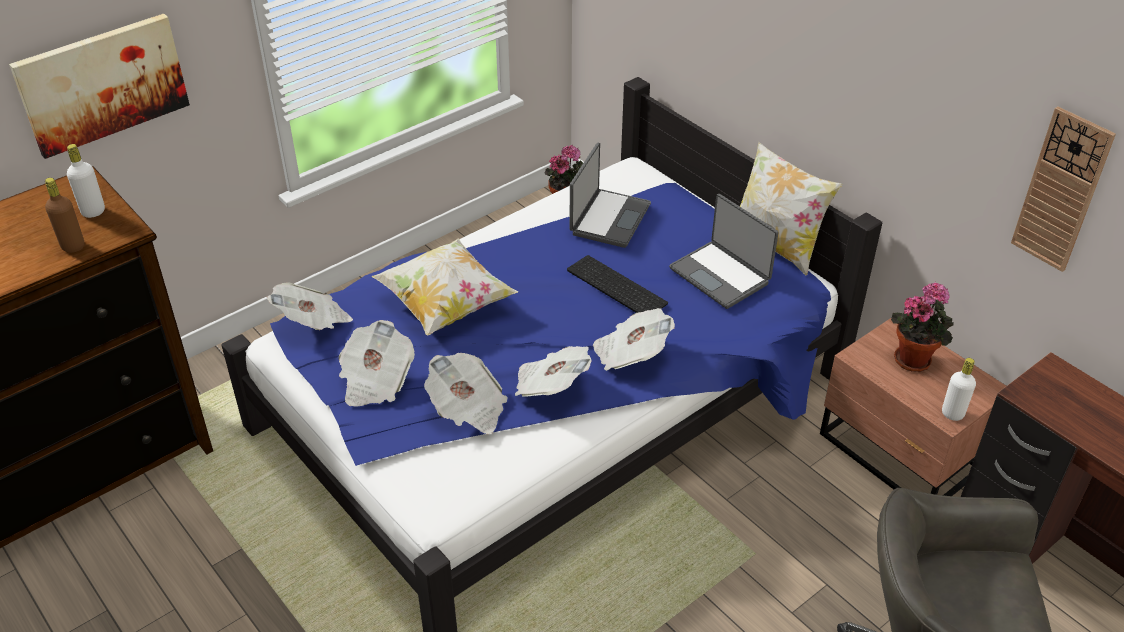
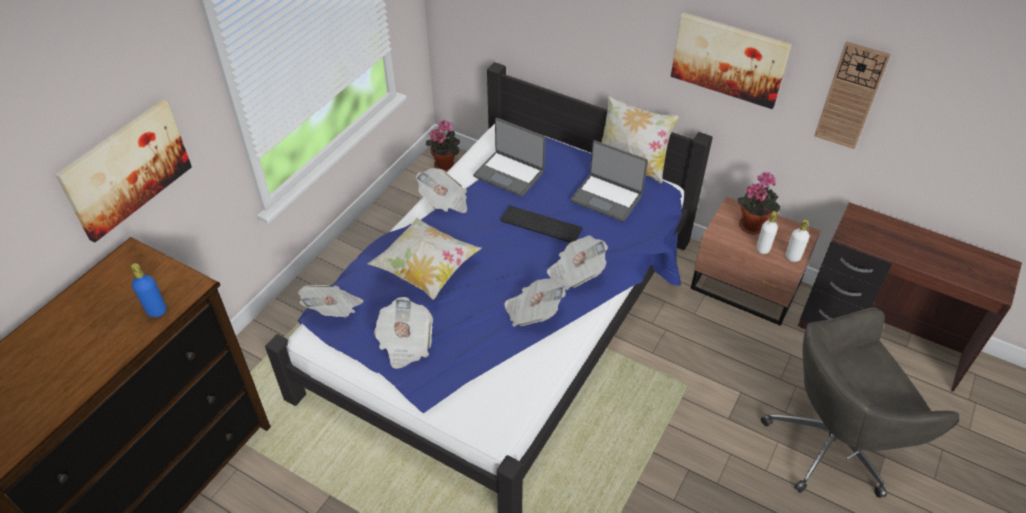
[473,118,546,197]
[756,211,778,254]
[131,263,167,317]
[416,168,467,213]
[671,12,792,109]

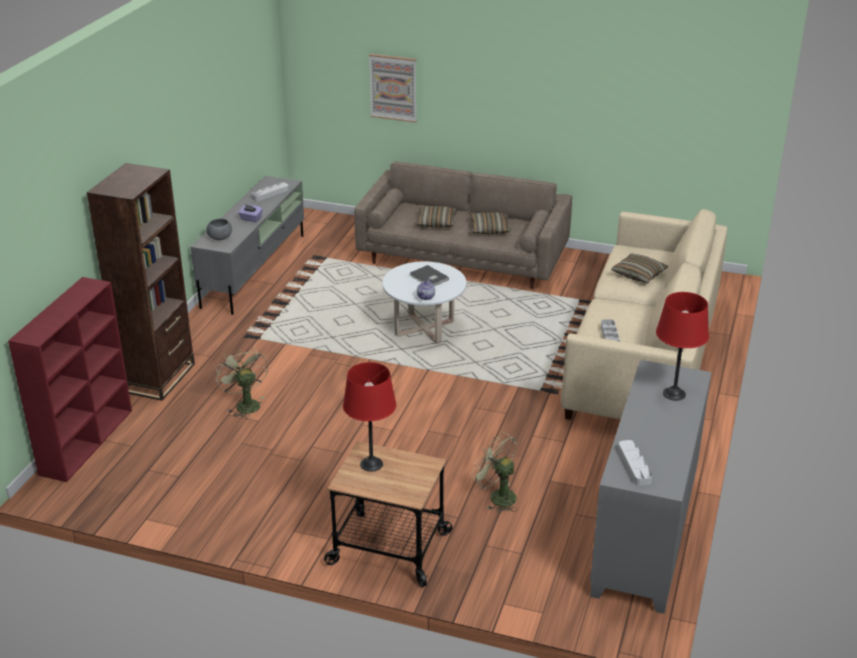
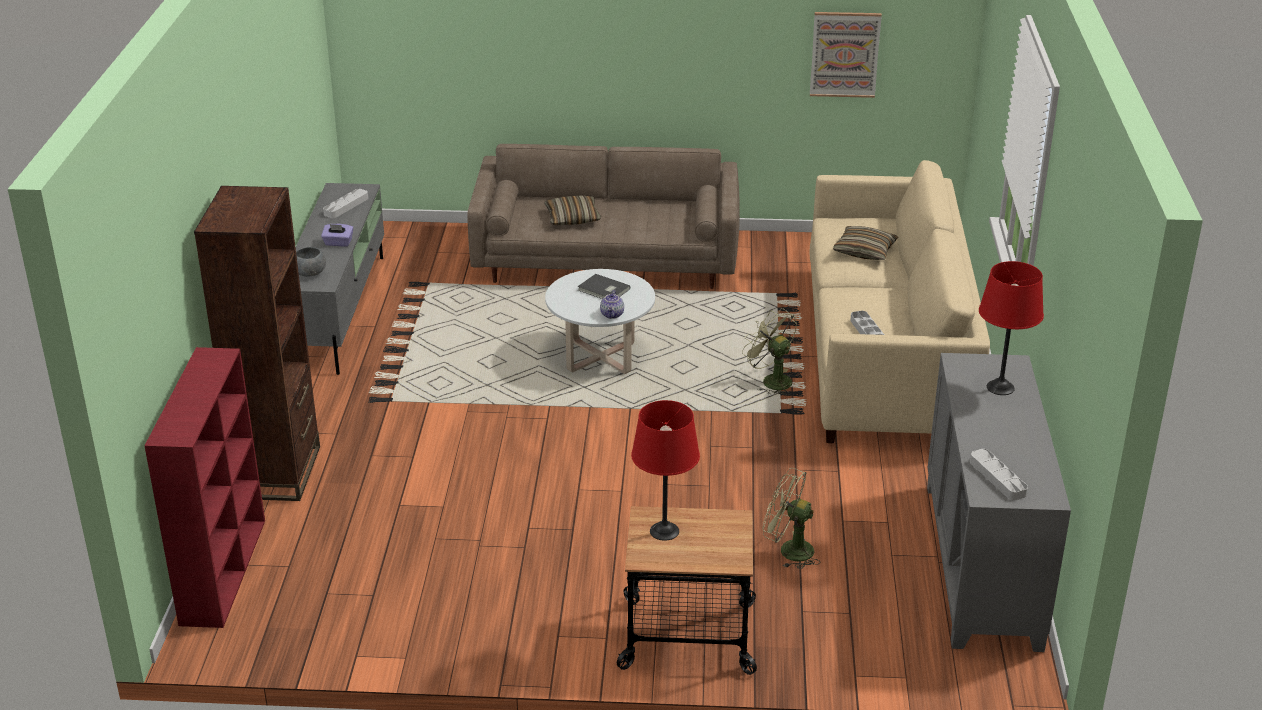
[810,12,882,98]
[469,212,511,234] (first image)
[742,308,797,395]

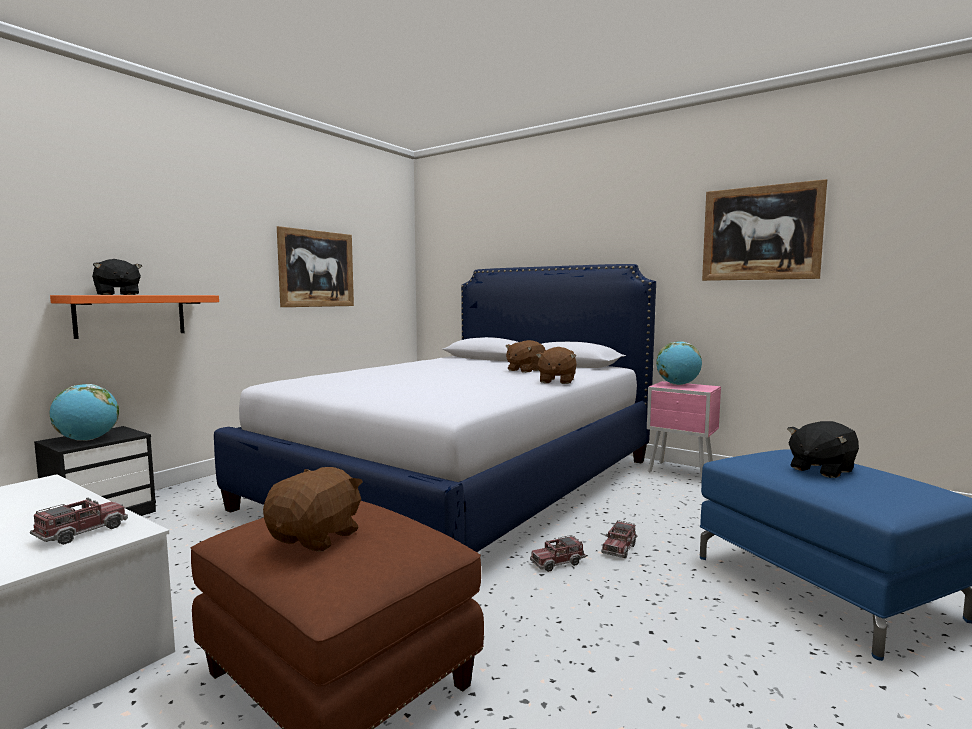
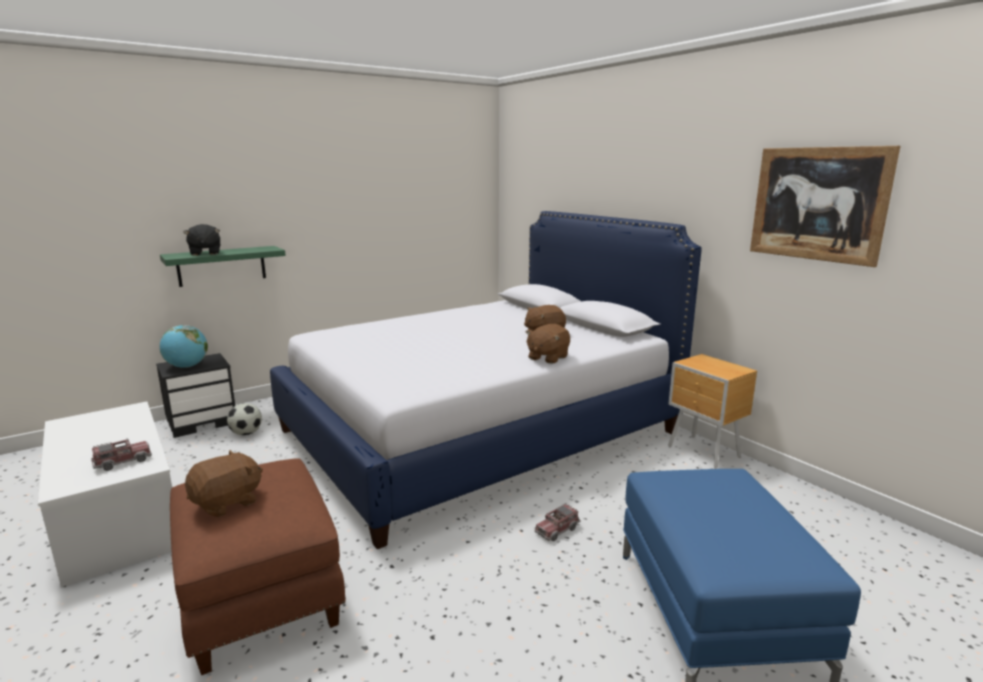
[277,226,354,307] (first image)
[160,246,286,287]
[656,341,702,385] (first image)
[668,354,757,469]
[787,421,859,478] (first image)
[530,535,586,572] (first image)
[227,403,262,435]

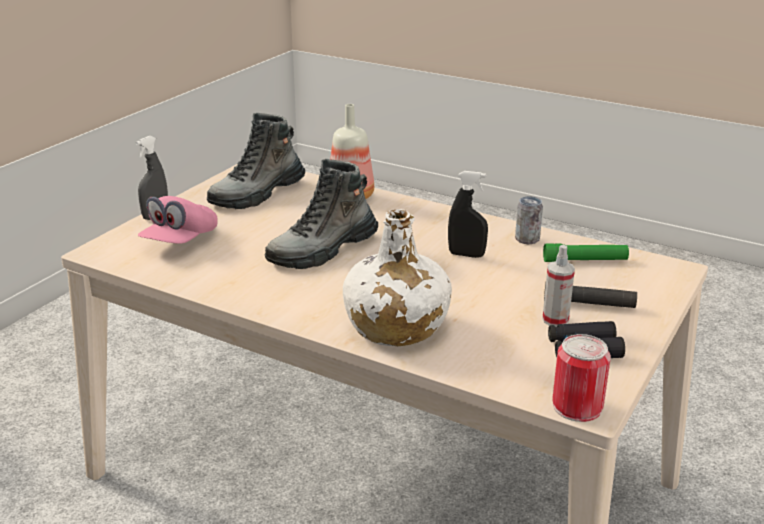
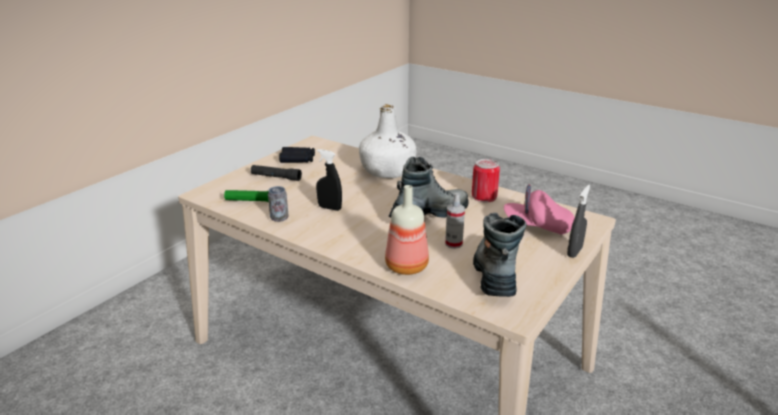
[473,212,527,297]
[504,185,575,235]
[445,193,465,249]
[472,159,500,202]

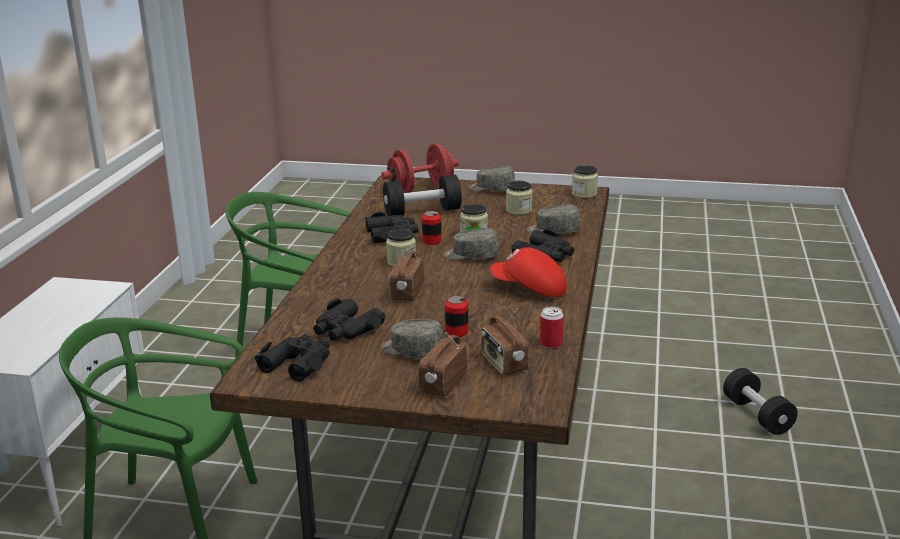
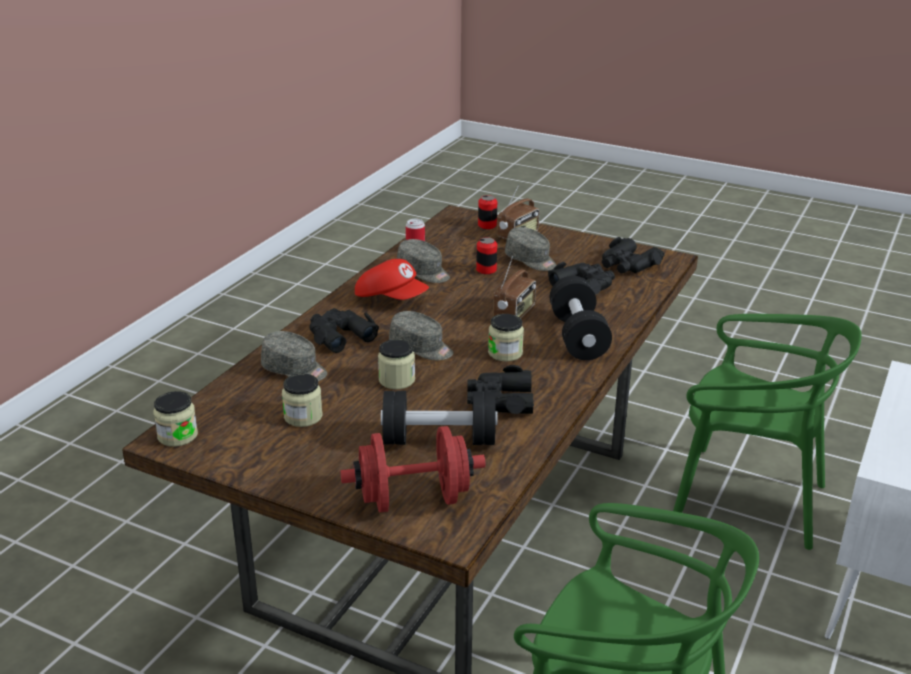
[397,239,450,283]
[478,195,497,229]
[481,309,529,375] (first image)
[550,276,612,360]

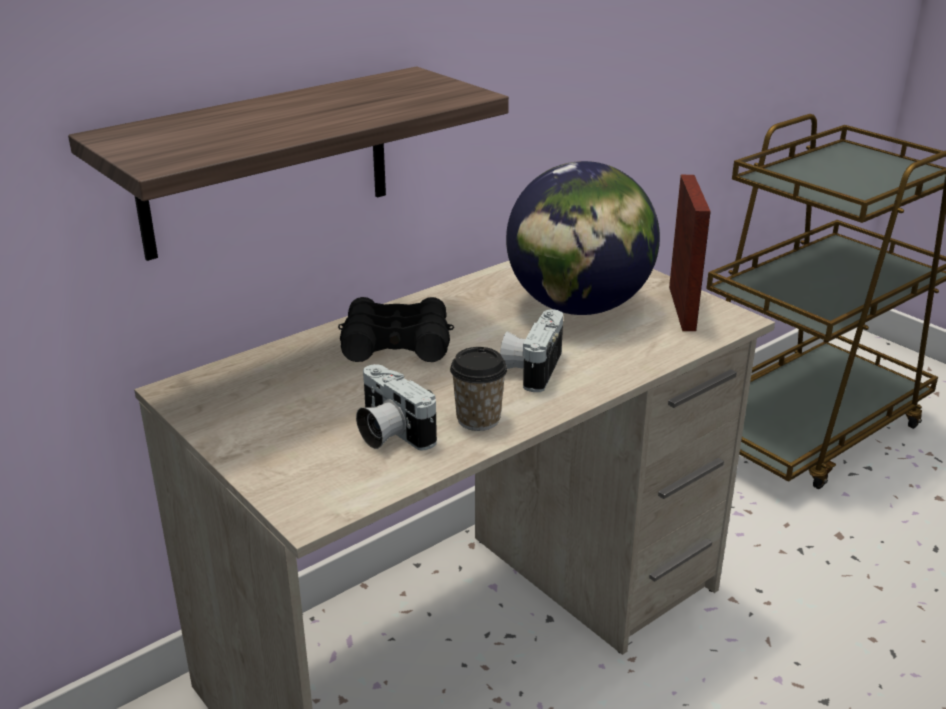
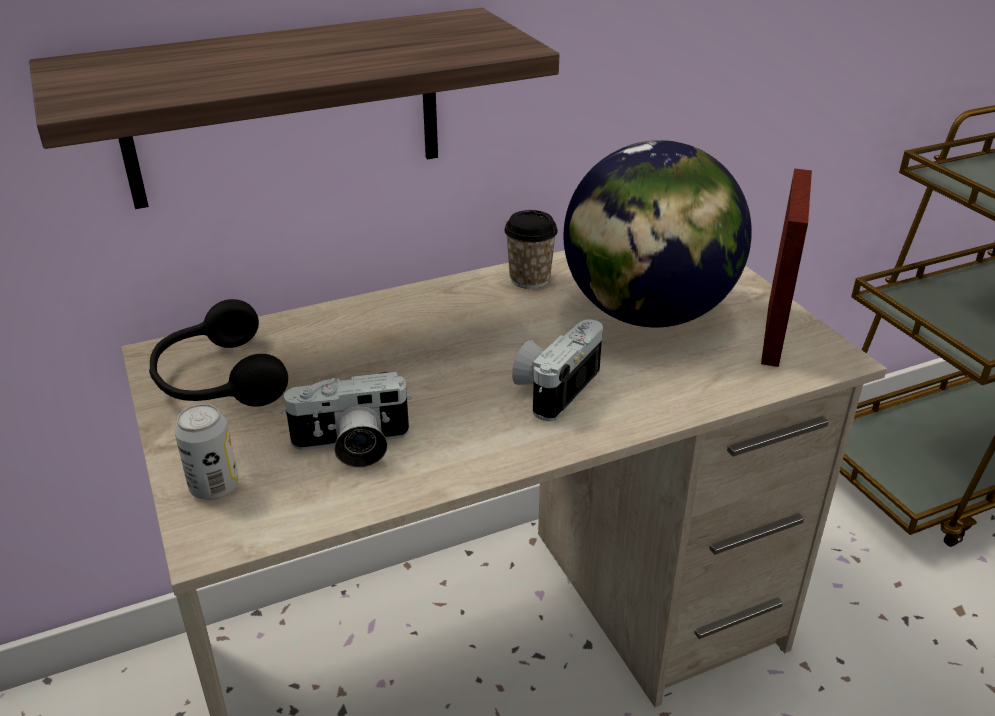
[338,297,454,362] (first image)
[504,210,558,289]
[281,372,412,468]
[149,299,288,407]
[174,404,238,500]

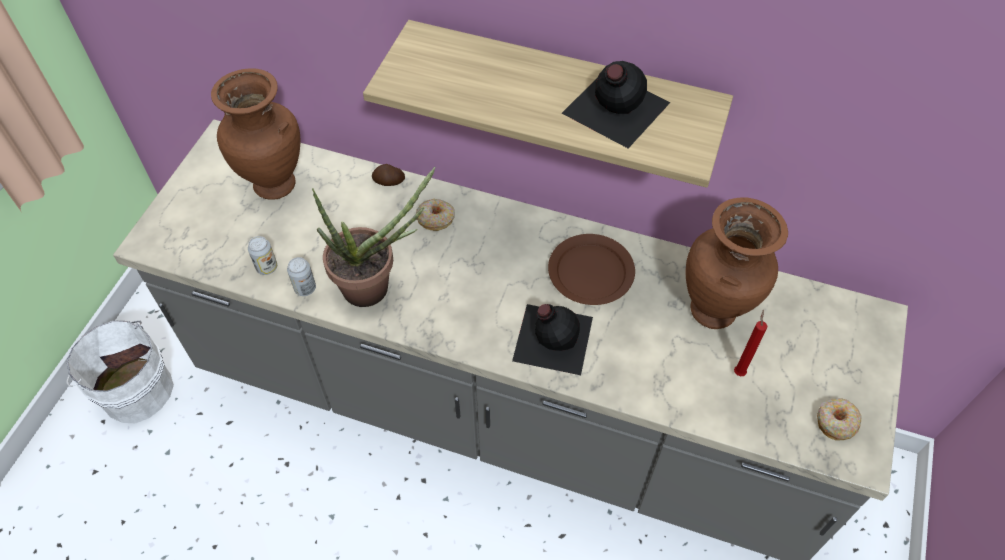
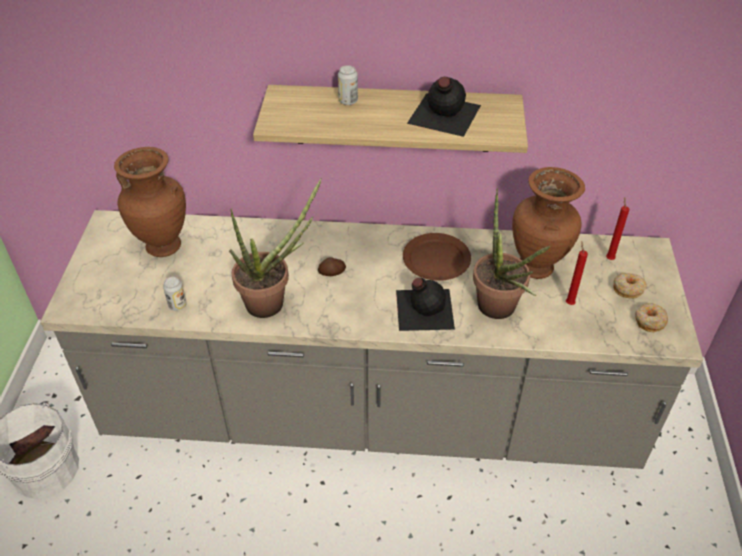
[318,257,346,276]
[613,273,647,299]
[338,65,358,105]
[473,188,551,319]
[606,197,629,260]

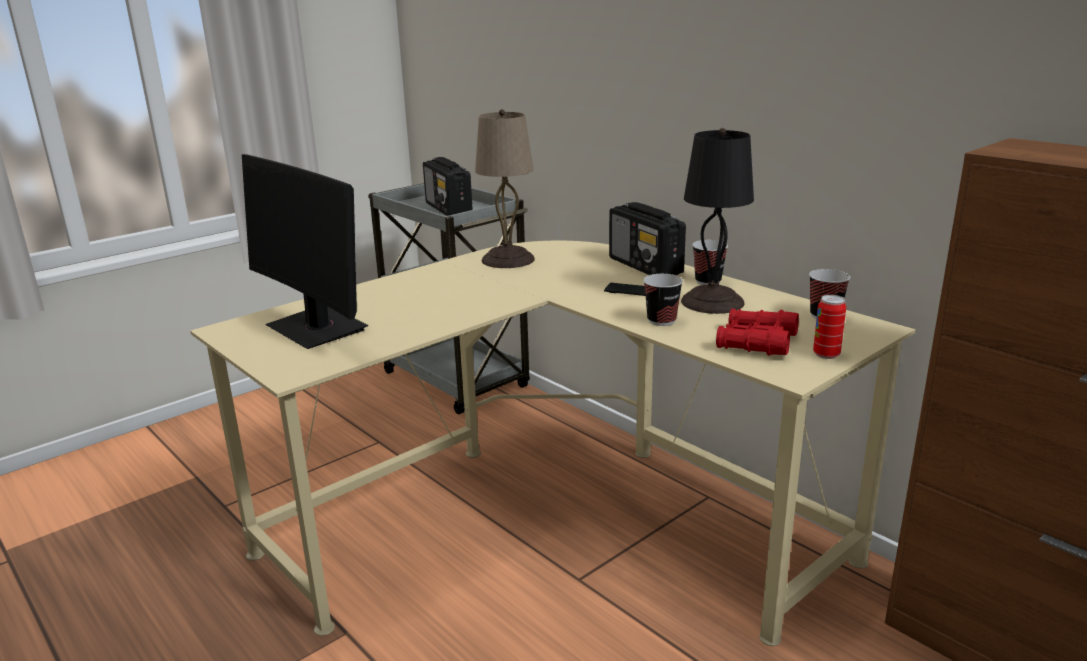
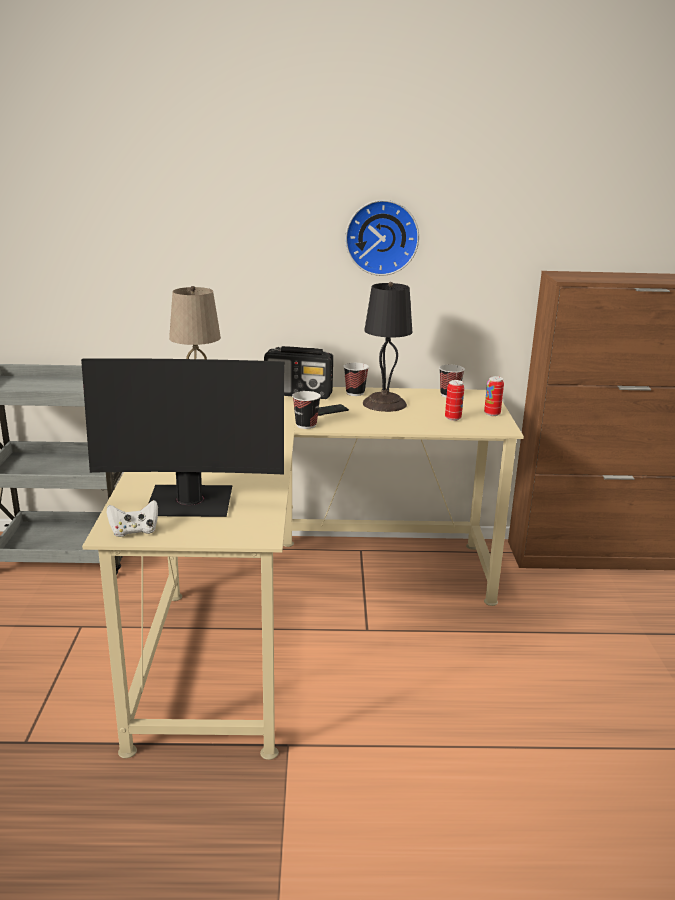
[423,157,473,216] (first image)
[292,391,321,429]
[445,380,464,421]
[345,200,419,276]
[107,500,158,537]

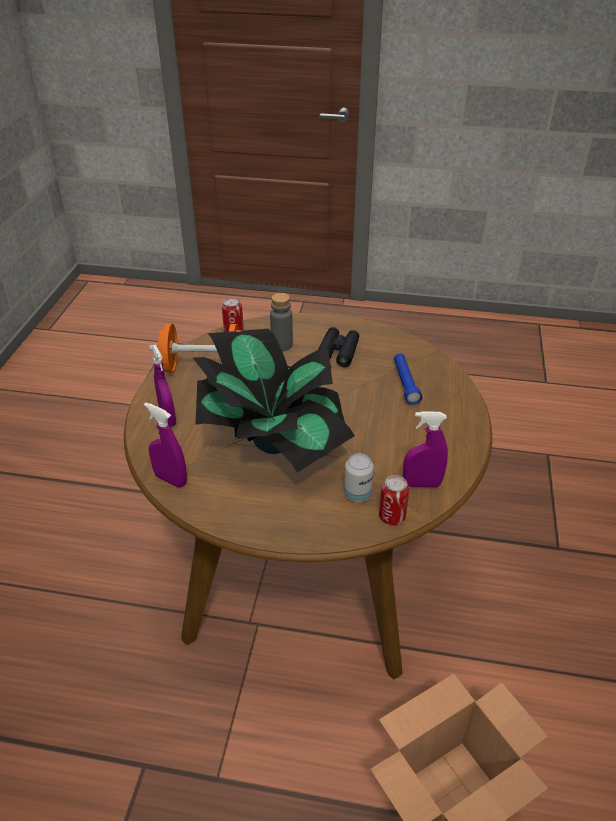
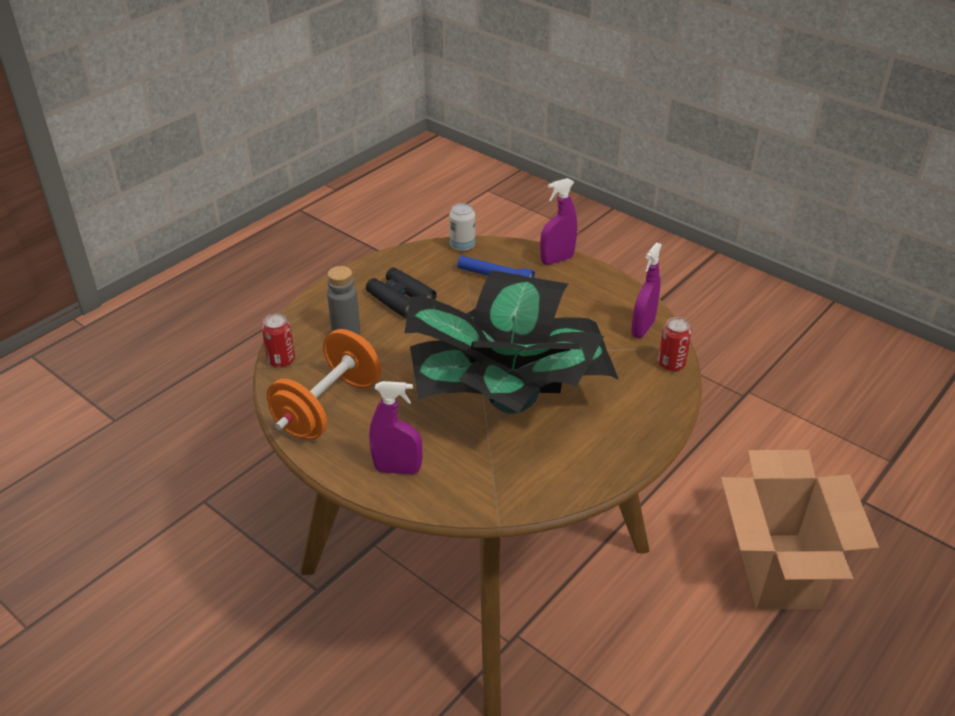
[540,178,577,265]
[449,203,475,251]

